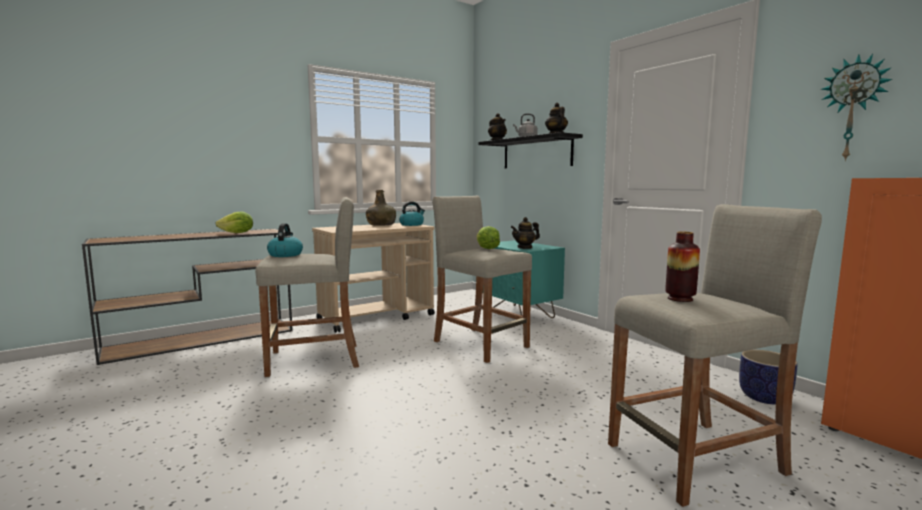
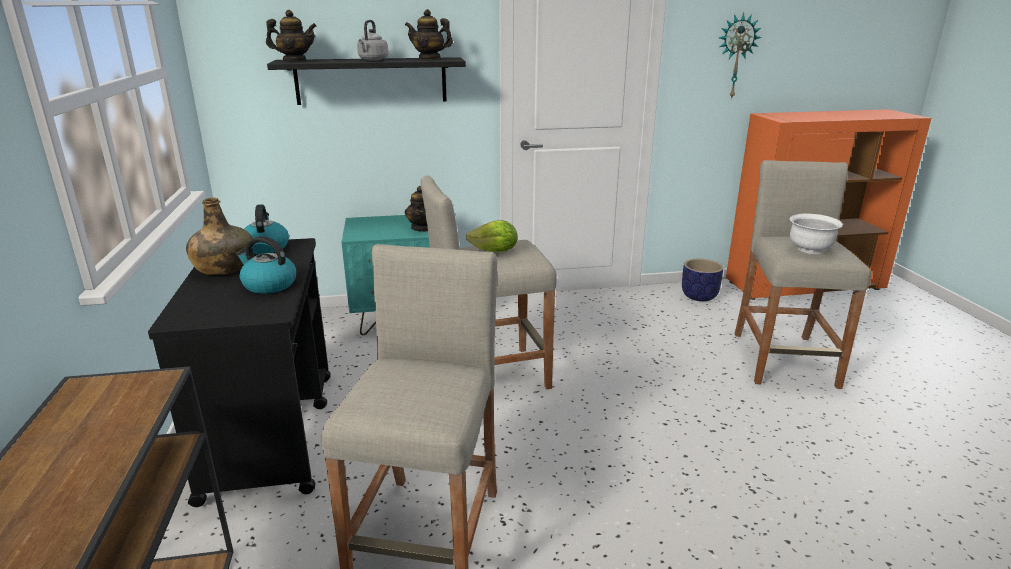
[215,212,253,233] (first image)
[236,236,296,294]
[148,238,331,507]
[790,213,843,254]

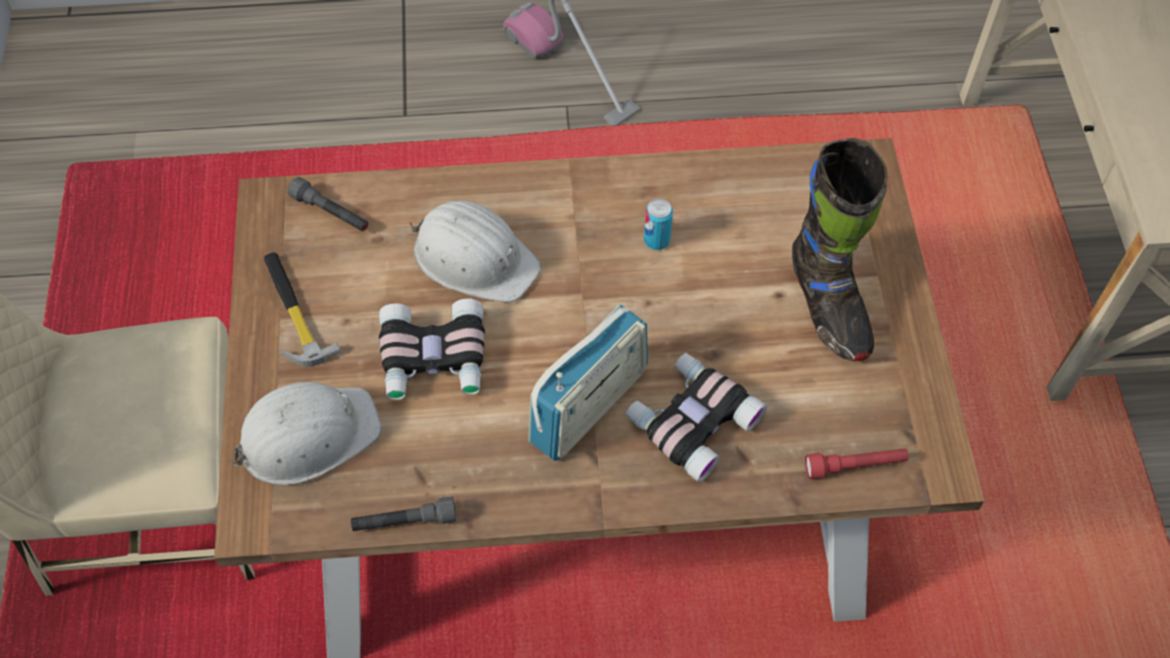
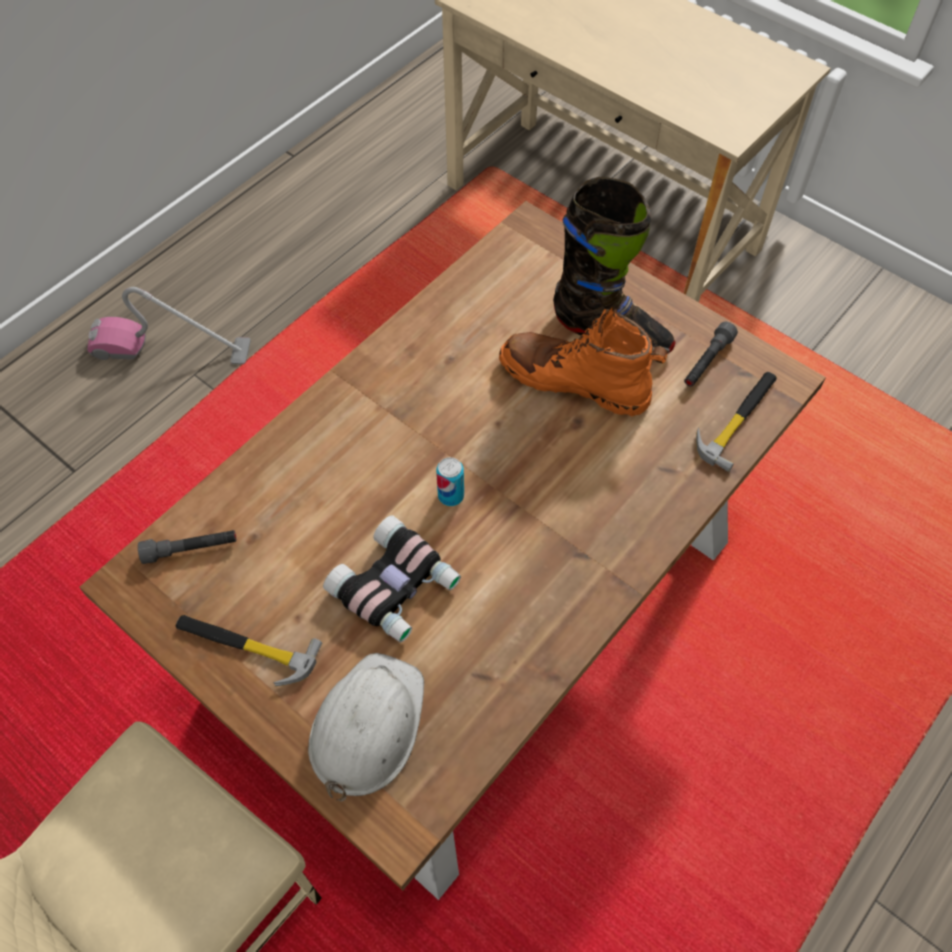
[436,457,464,506]
[409,201,541,303] (first image)
[529,304,648,461] (first image)
[626,353,767,482] (first image)
[696,372,777,472]
[684,322,738,387]
[499,307,668,417]

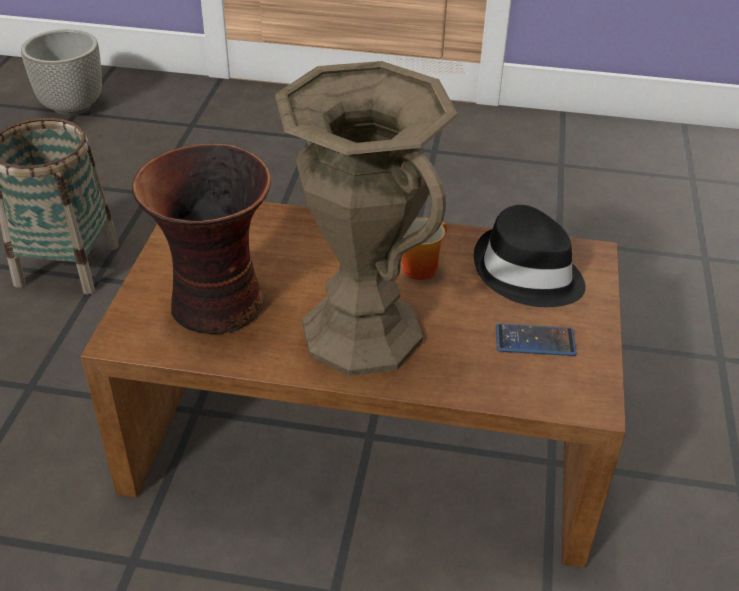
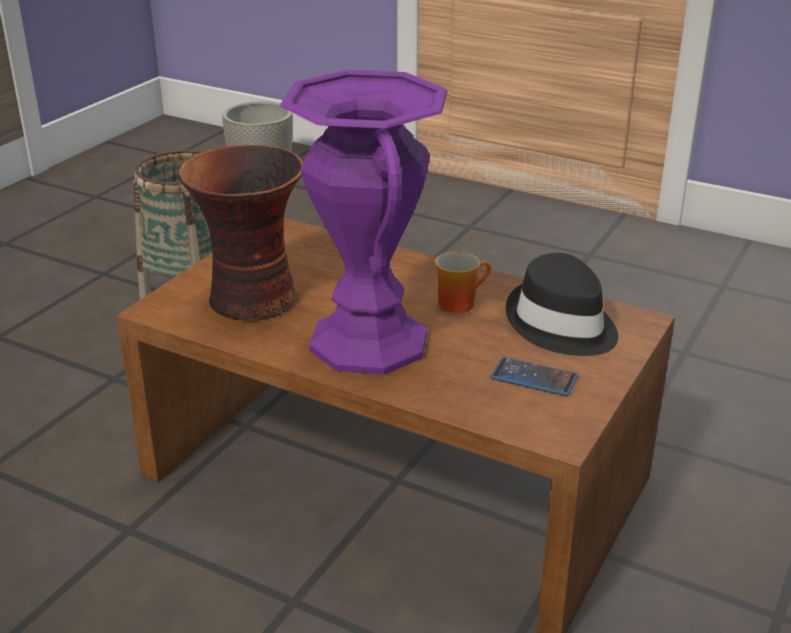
[280,70,448,375]

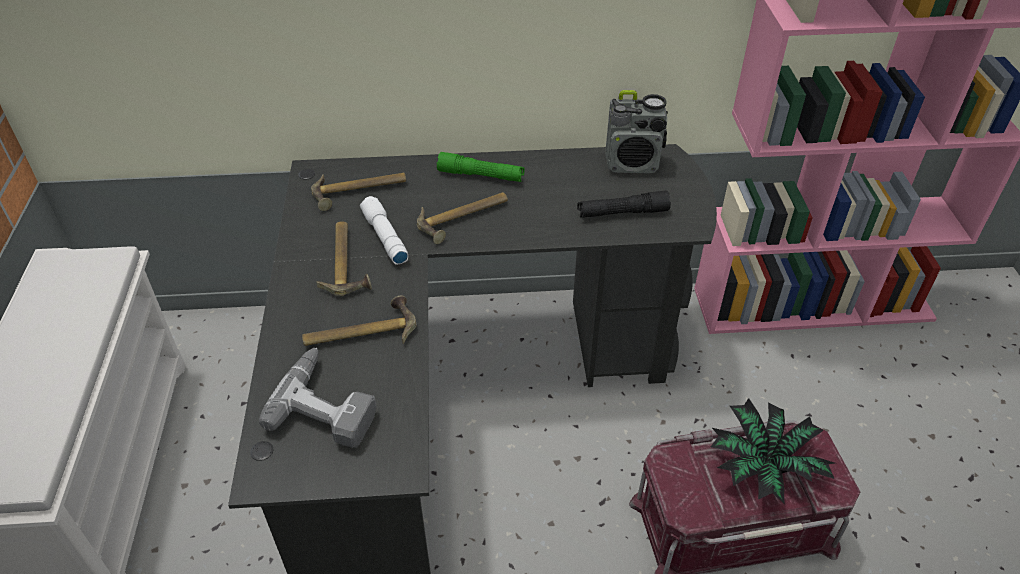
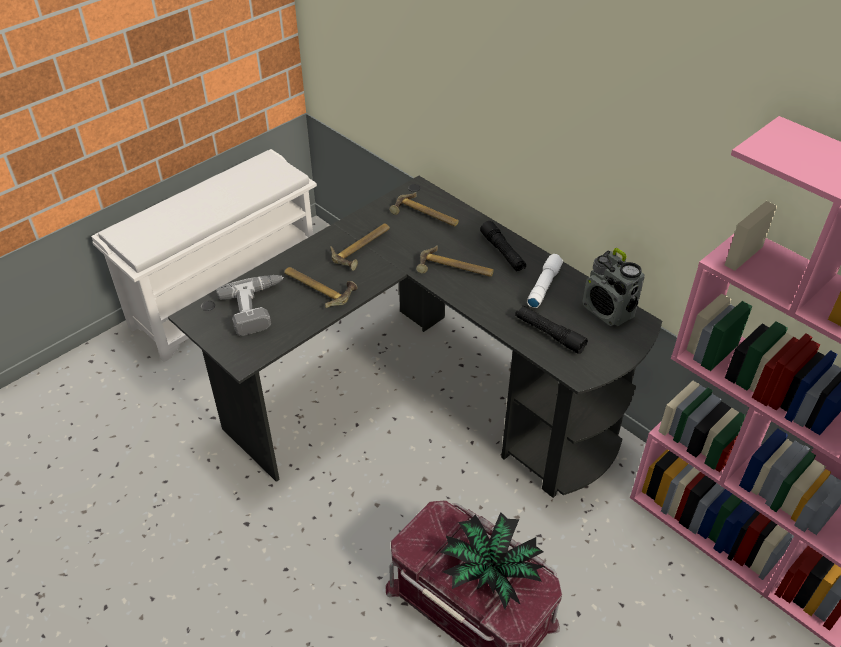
[480,221,526,272]
[527,254,563,308]

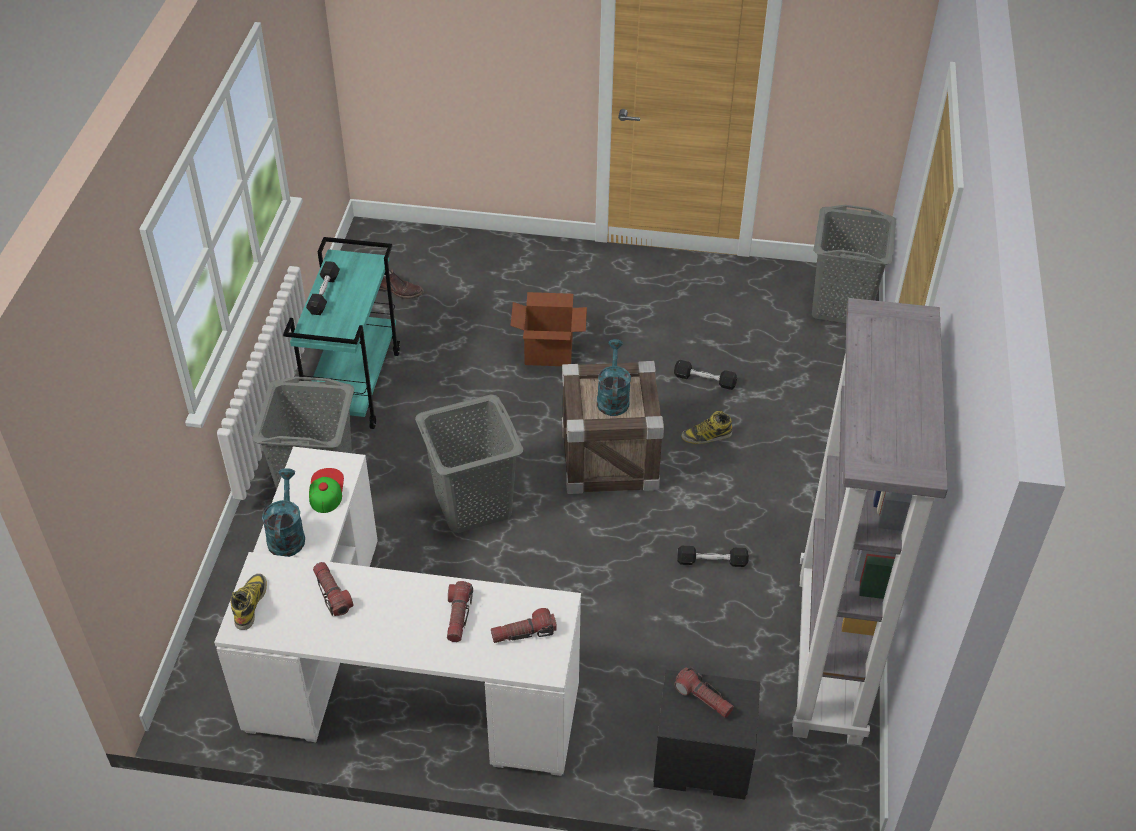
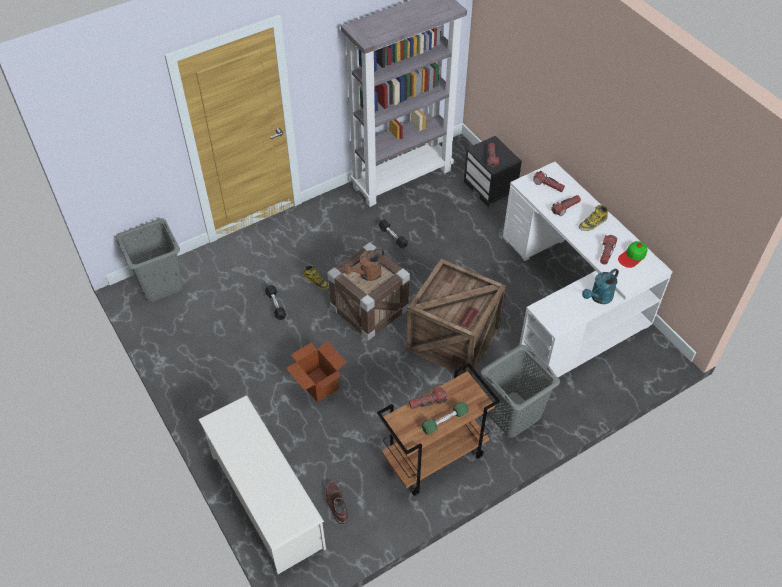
[377,363,500,496]
[422,402,469,434]
[344,247,384,281]
[406,259,506,375]
[618,241,647,268]
[579,205,608,231]
[409,387,448,409]
[198,395,326,574]

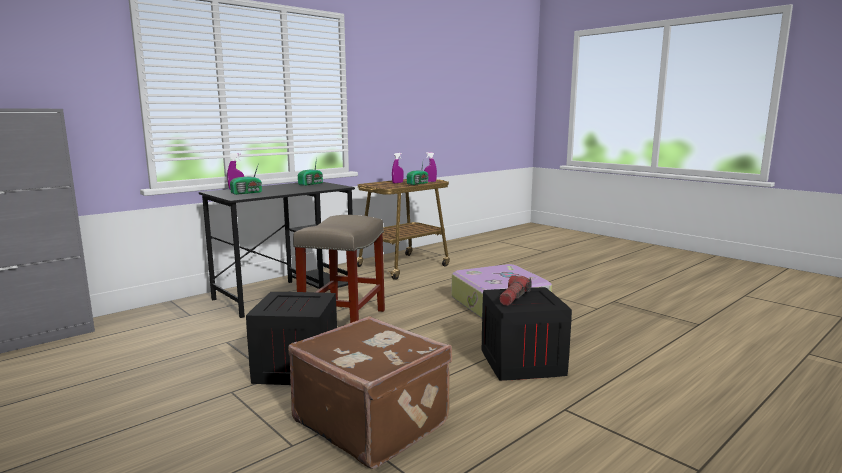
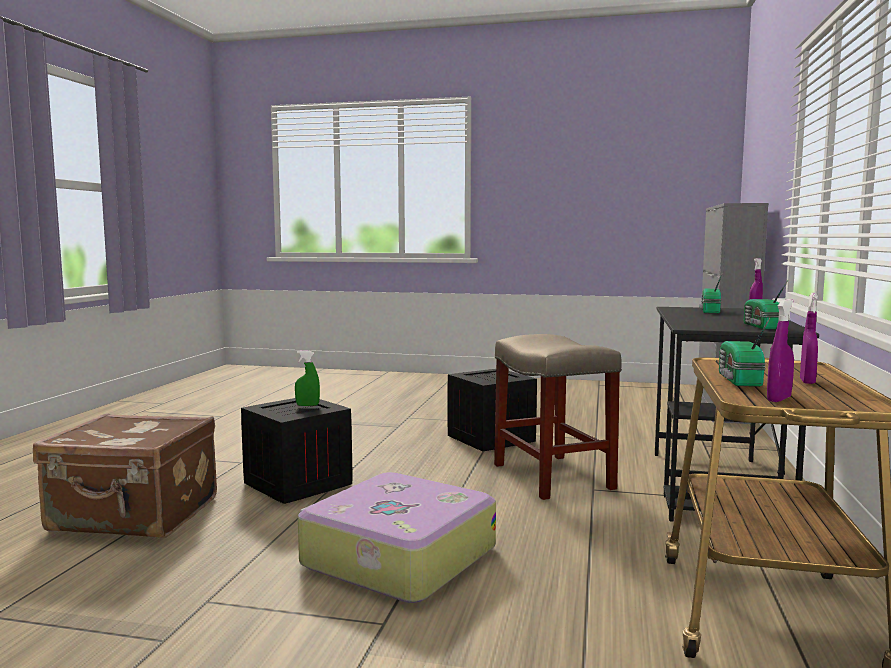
[295,351,320,406]
[33,413,217,538]

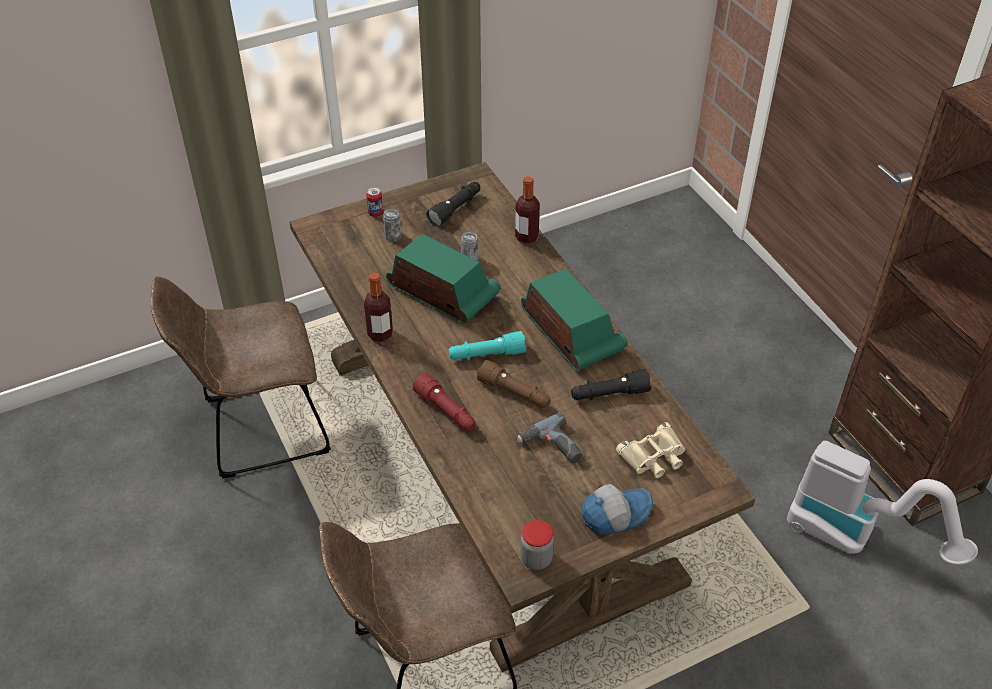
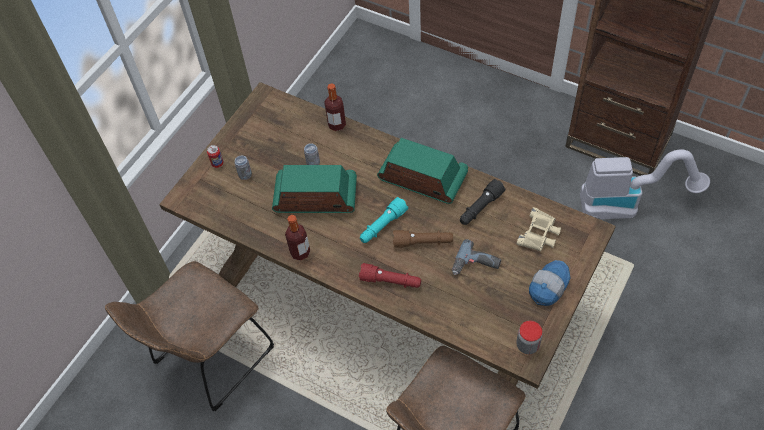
[426,182,480,227] (first image)

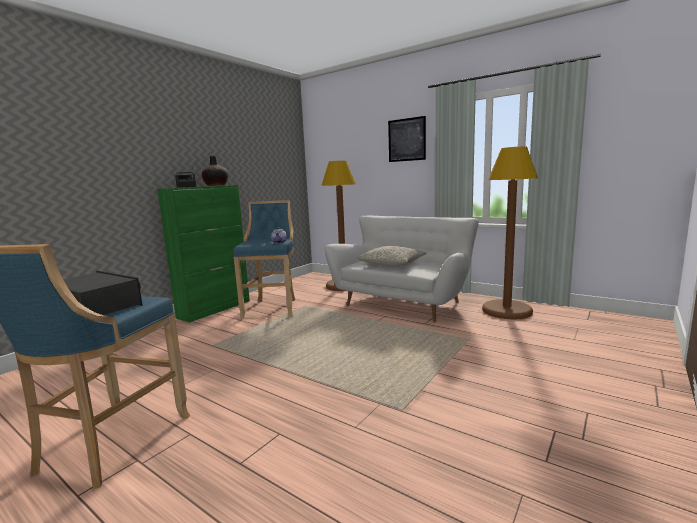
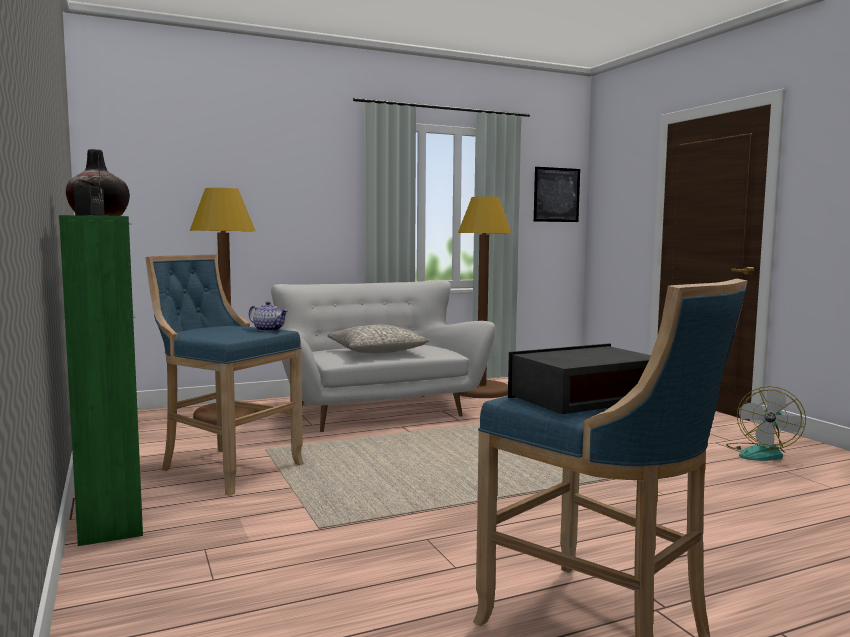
[534,167,580,222]
[726,386,806,461]

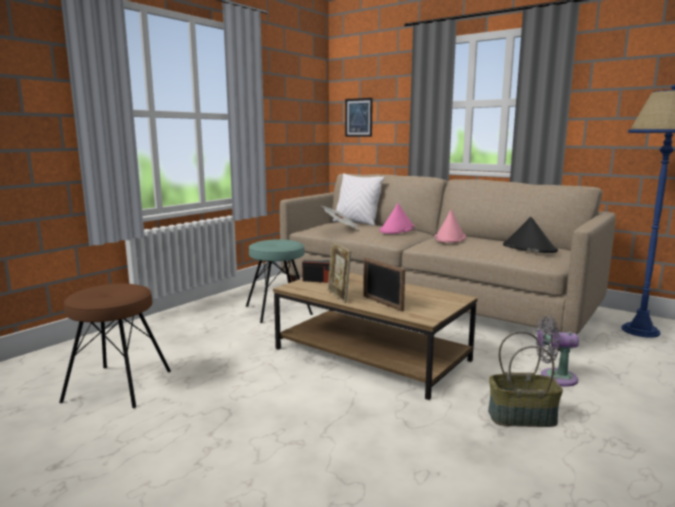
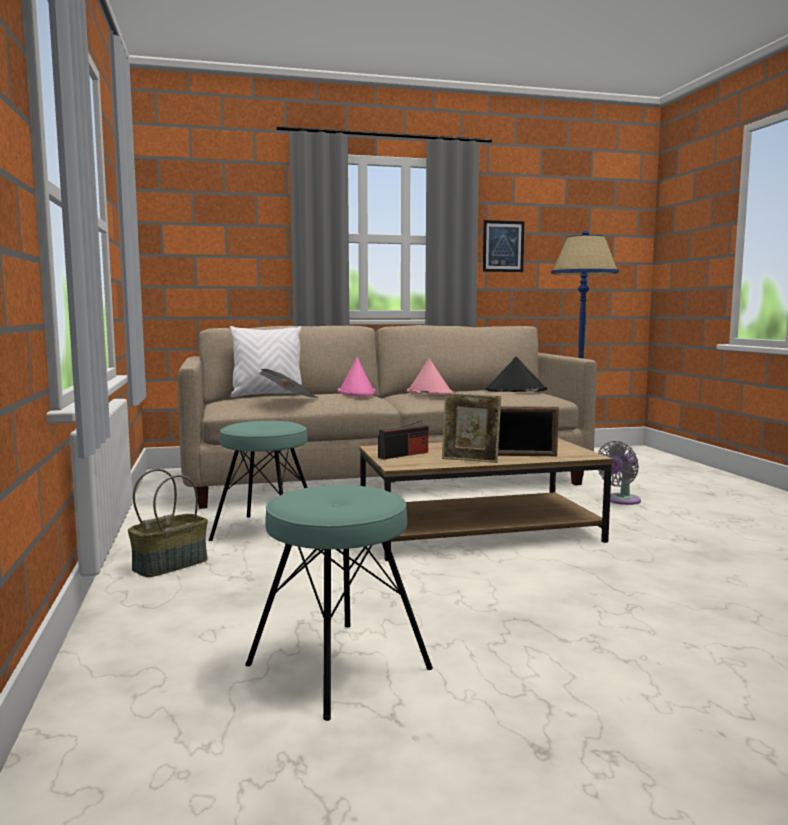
[483,220,524,272]
[245,485,433,721]
[128,469,208,577]

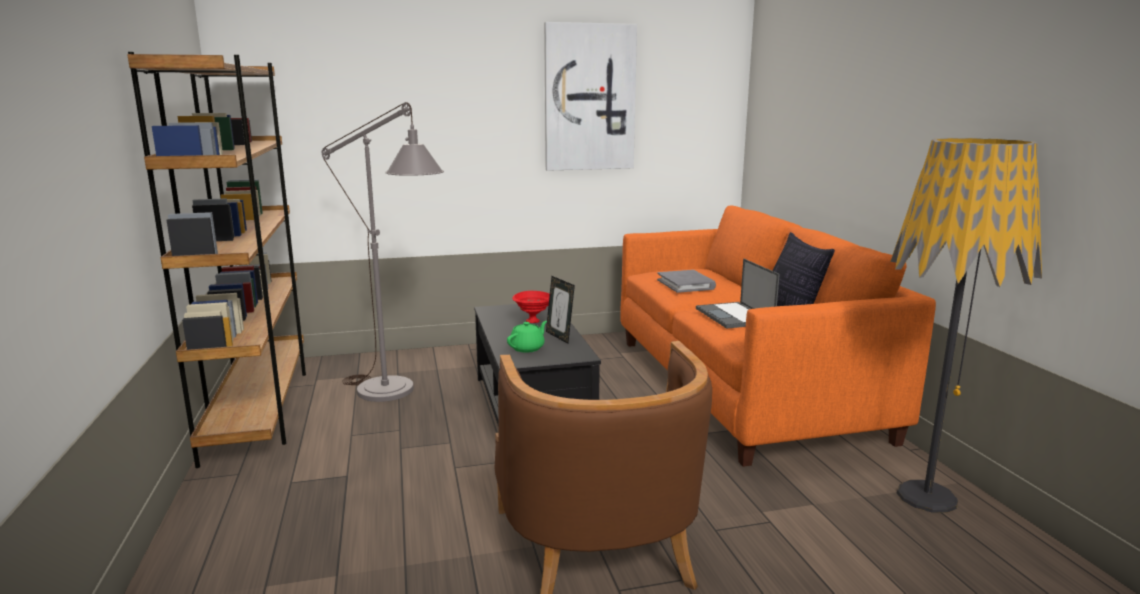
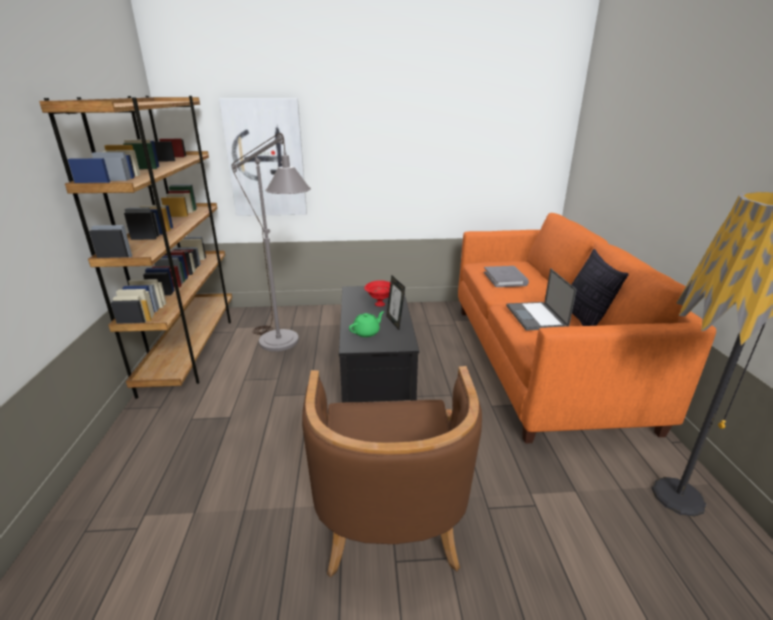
[219,98,307,216]

